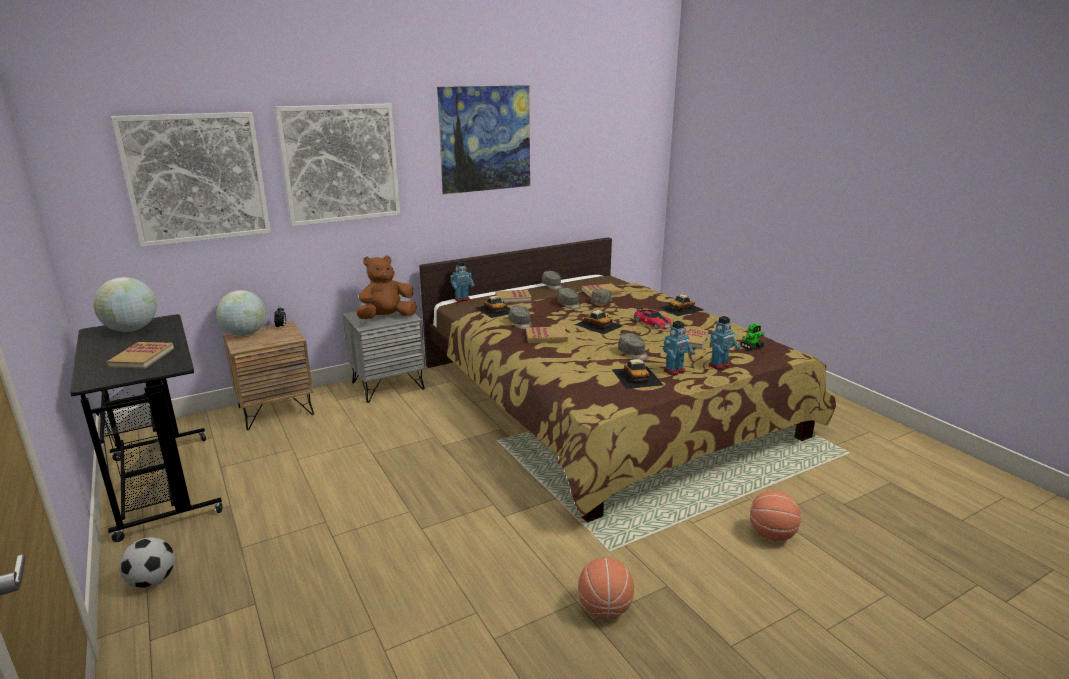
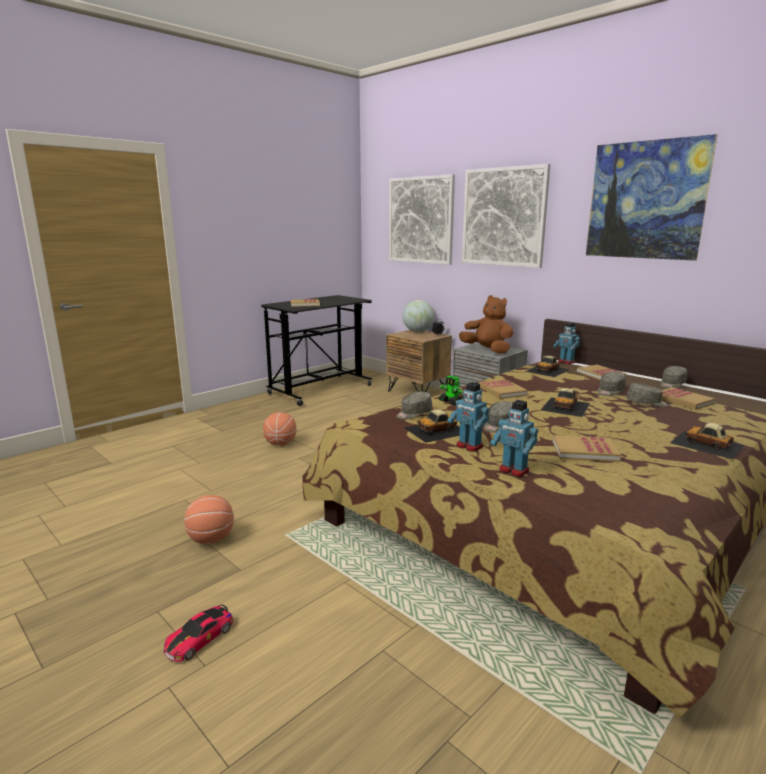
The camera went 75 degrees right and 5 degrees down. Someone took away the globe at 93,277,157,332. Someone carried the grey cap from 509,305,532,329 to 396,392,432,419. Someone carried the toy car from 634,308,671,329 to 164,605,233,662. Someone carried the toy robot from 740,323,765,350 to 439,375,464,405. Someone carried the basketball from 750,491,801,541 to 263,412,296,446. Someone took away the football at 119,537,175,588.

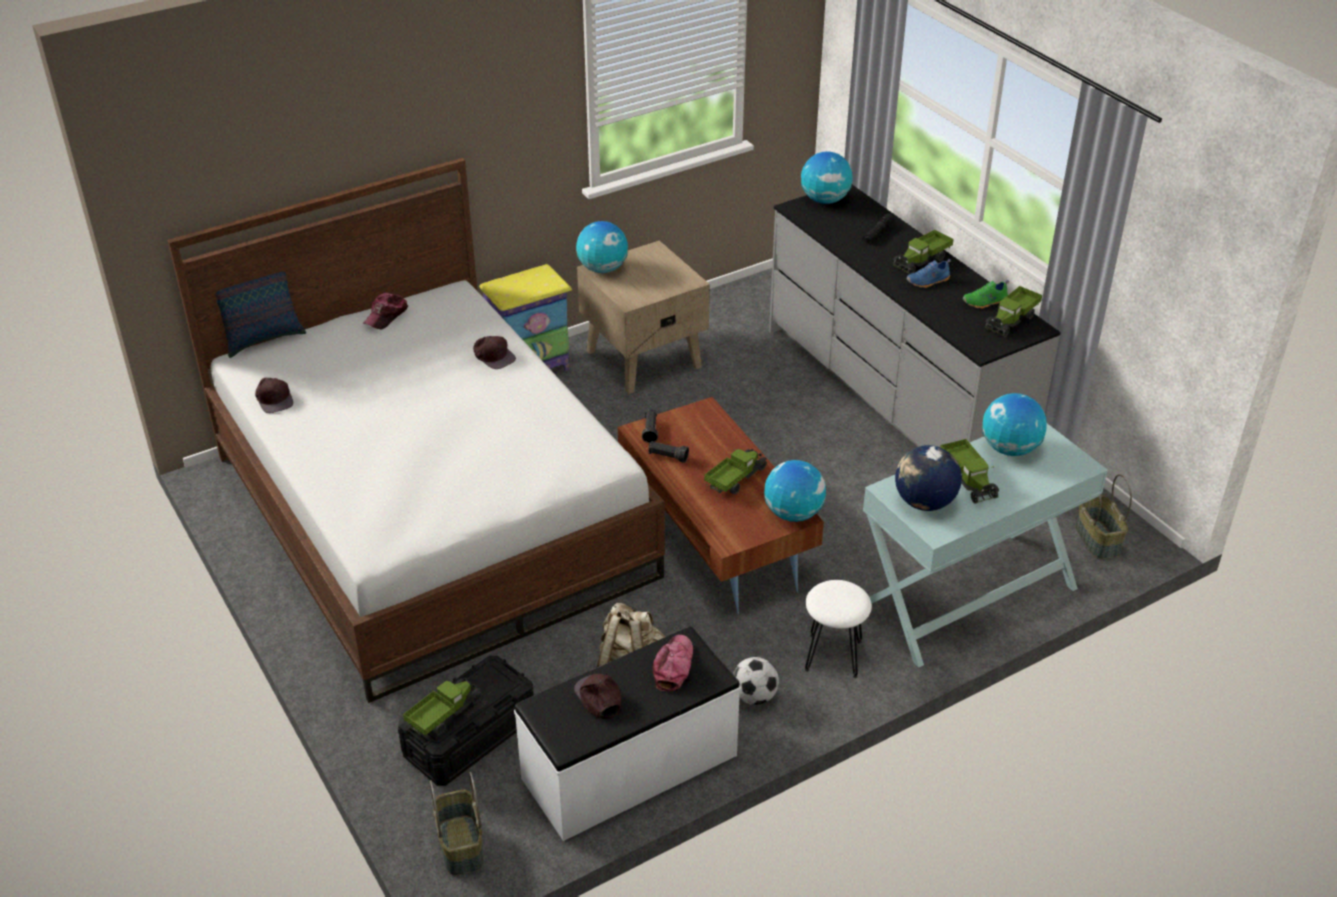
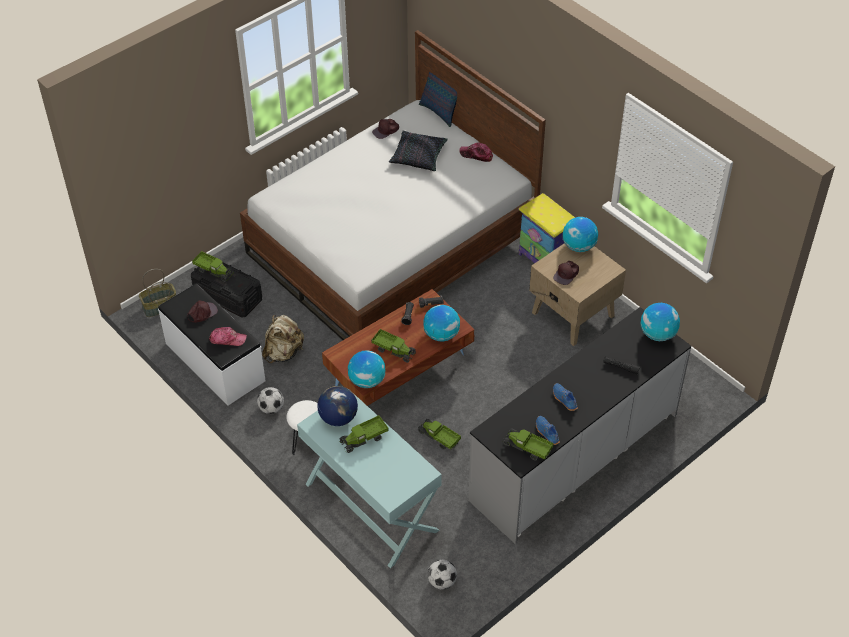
The camera went 80 degrees right and 10 degrees up. Someone carried the toy truck from 893,230,954,274 to 418,419,461,450. Someone repainted the green shoe at 963,280,1009,309, which became the blue shoe at 536,416,560,445. Someone carried the brown cap from 473,336,516,369 to 553,261,579,285. Someone carried the globe from 982,393,1047,456 to 423,305,460,341. Someone swapped the basket at 1075,474,1132,560 for the football at 427,560,457,590. Someone put down the black pillow at 389,131,448,171.

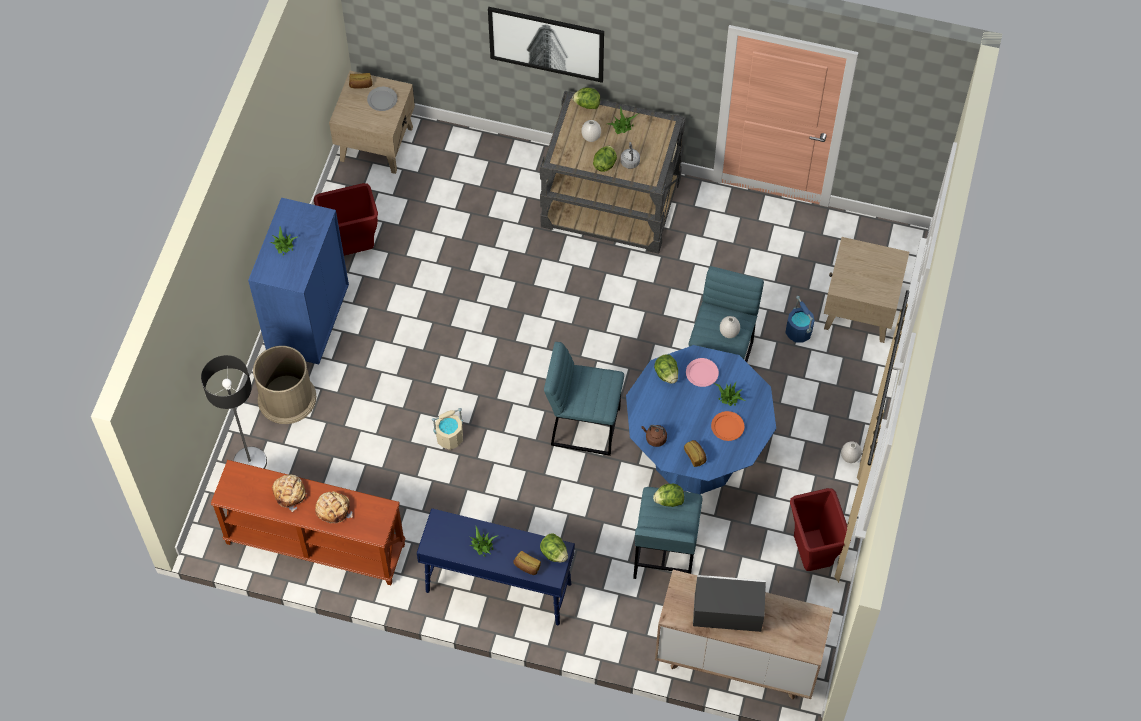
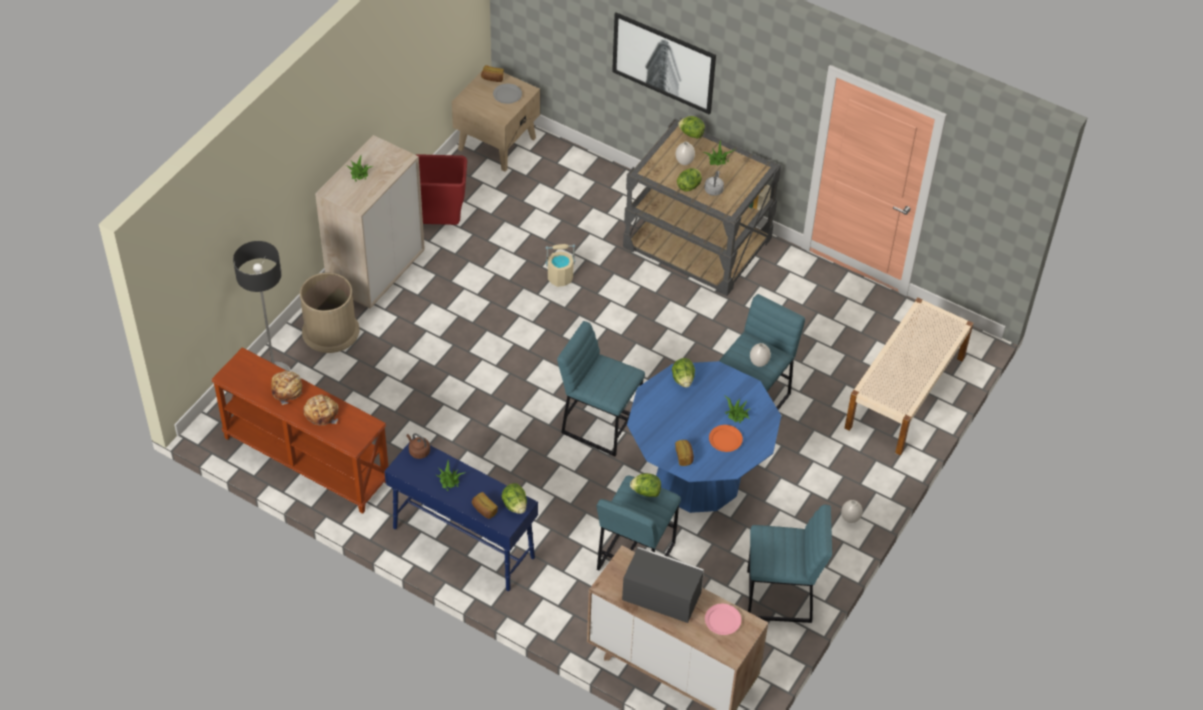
The camera went 15 degrees right and 10 degrees down. Someone repainted the blue cabinet at 248,198,349,364, which became the beige cabinet at 315,135,425,309. Someone swapped the beige nightstand at 824,237,909,343 for the beige bench at 844,298,973,456. Someone took away the blue bucket at 785,296,814,343. Someone carried the pink plate from 686,358,719,387 to 705,604,741,635. Someone carried the beige bucket from 432,408,463,450 to 546,244,576,287. Someone carried the brown kettle from 642,425,667,447 to 407,433,430,459. Someone swapped the red trash can at 790,488,851,571 for the blue stool at 747,504,832,623.

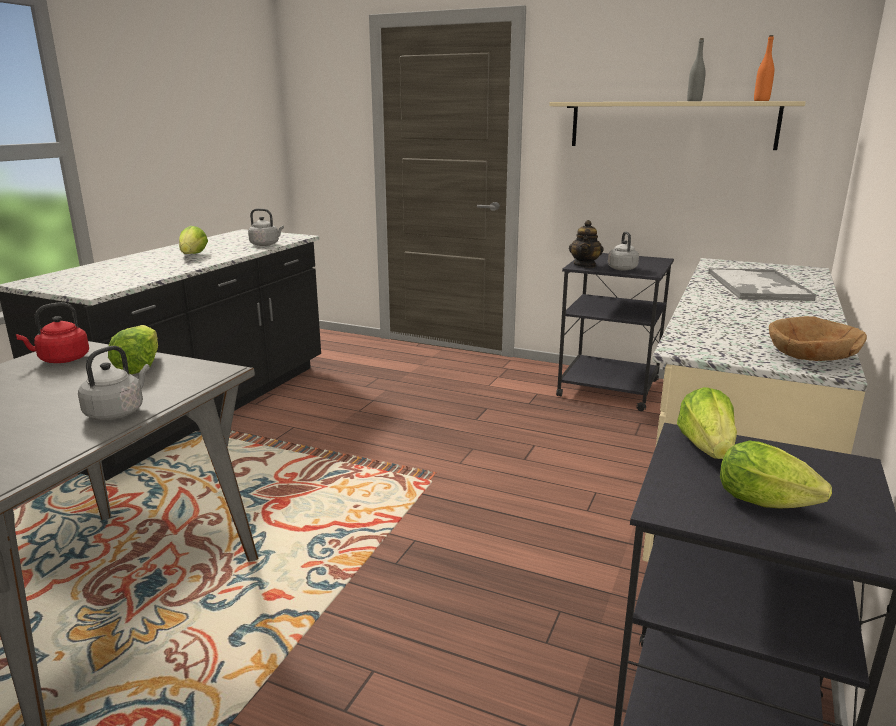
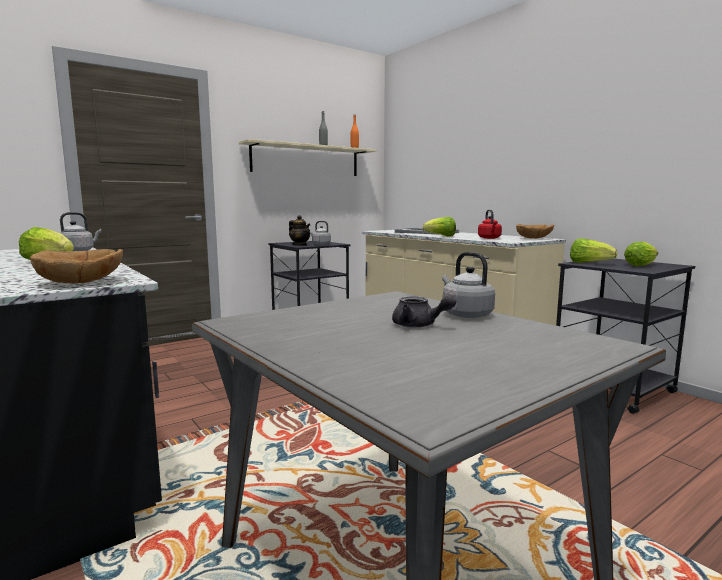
The camera went 60 degrees left and 10 degrees down. Someone carried the red kettle from 16,302,89,363 to 478,209,502,239. Someone carried the lettuce from 108,325,158,374 to 423,217,456,237. Someone put down the brown bowl at 30,249,123,284. Someone put down the grey teapot at 392,295,456,328.

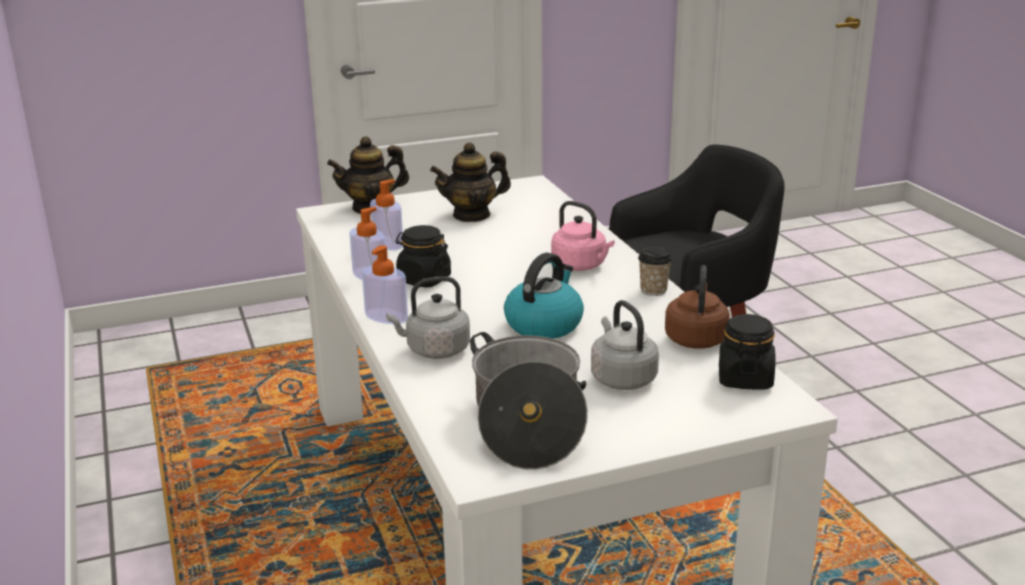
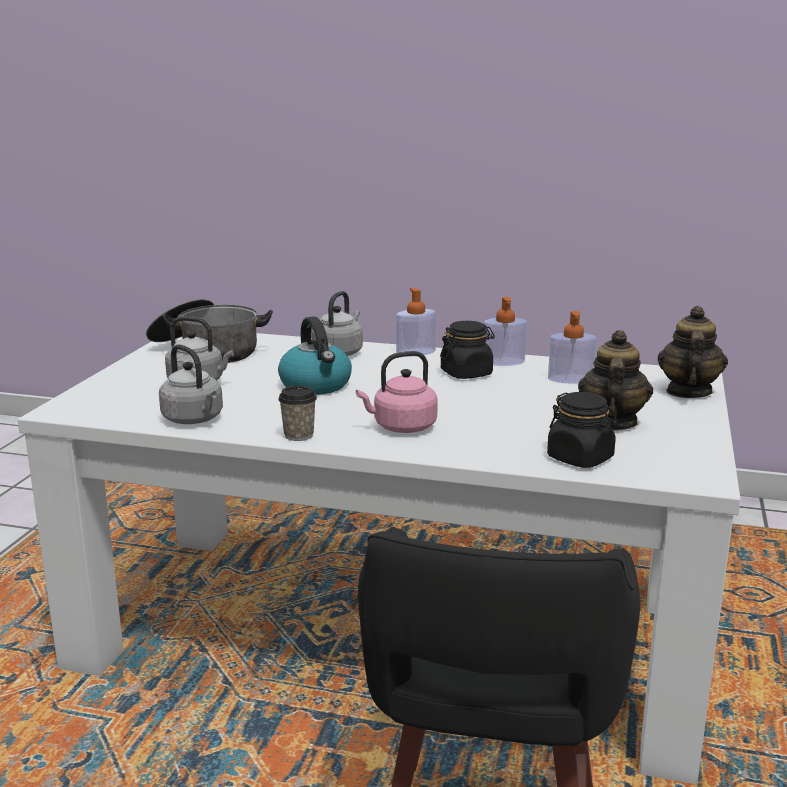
The camera went 125 degrees right and 5 degrees down. Someone repainted the brown kettle at 665,265,730,349, which became the grey kettle at 159,344,223,424. Someone carried the black jar from 719,314,776,390 to 547,392,618,468.

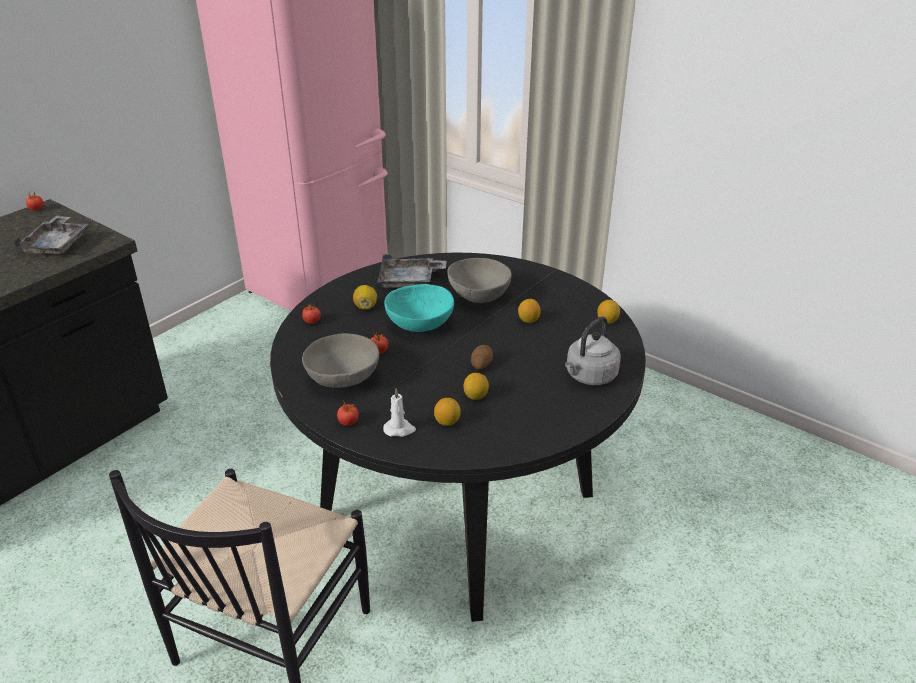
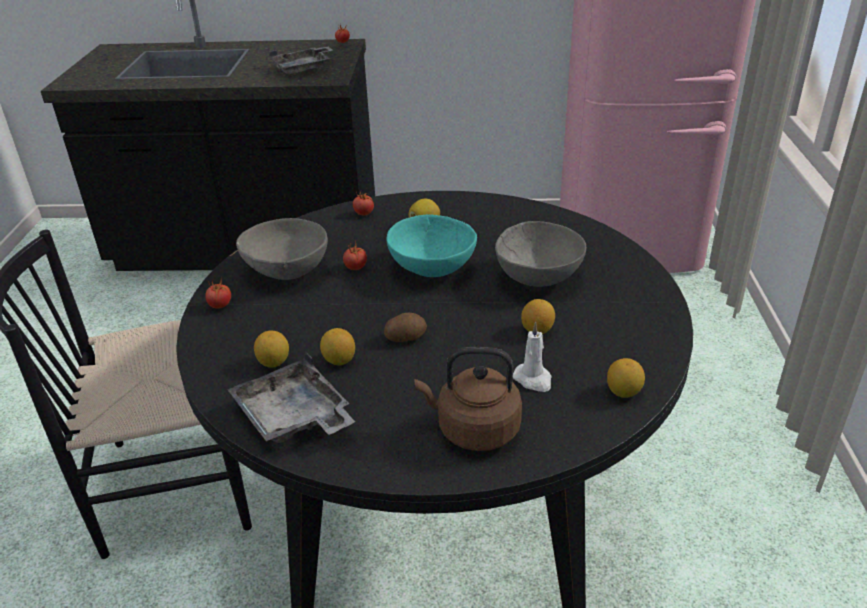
The camera went 55 degrees right and 0 degrees up. Someone carried the grey tray from 377,254,446,288 to 227,352,355,443. Someone repainted the grey kettle at 565,316,621,385, which became the brown kettle at 415,347,522,451. Someone carried the white candle from 383,388,416,437 to 513,322,552,392.

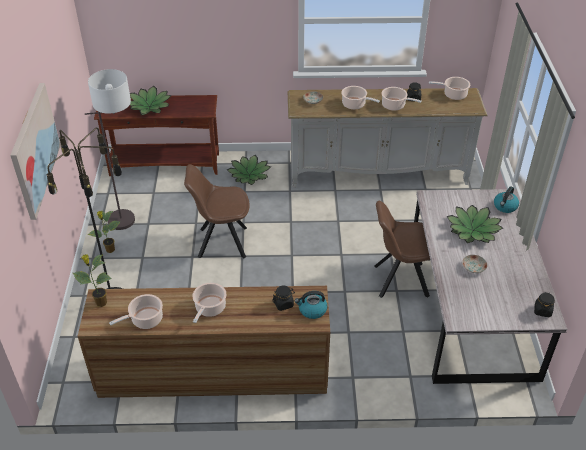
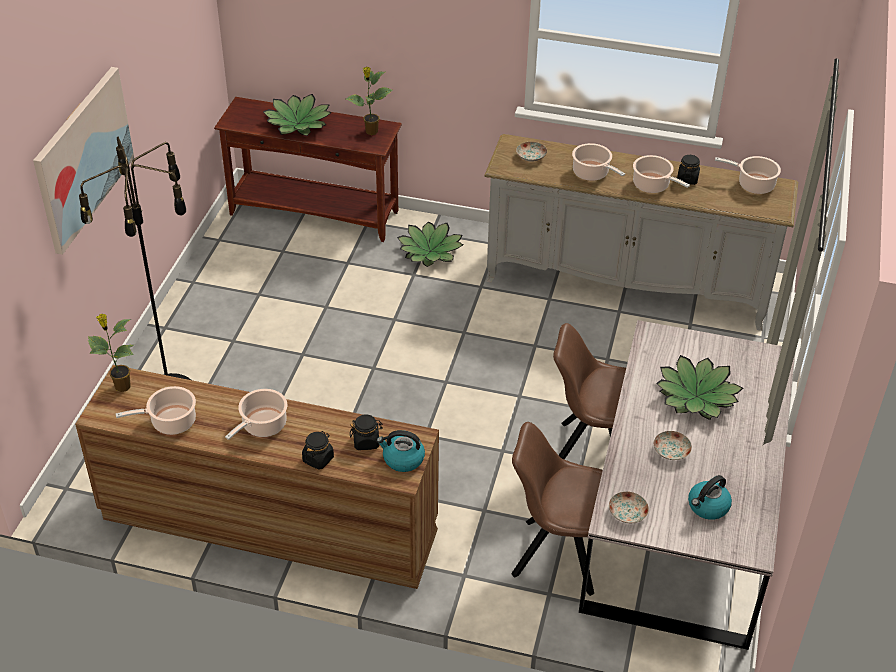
The camera went 15 degrees right and 0 degrees up. Someone took away the white floor lamp at 85,69,135,230. Someone carried the brown chair from 184,164,250,258 to 511,422,603,596. Someone carried the kettle from 494,186,519,213 to 688,475,732,520. Someone carried the potted plant from 88,211,121,253 to 346,67,393,135. Someone carried the black jar from 534,292,555,317 to 302,431,334,469. Someone put down the plate at 609,491,649,523.

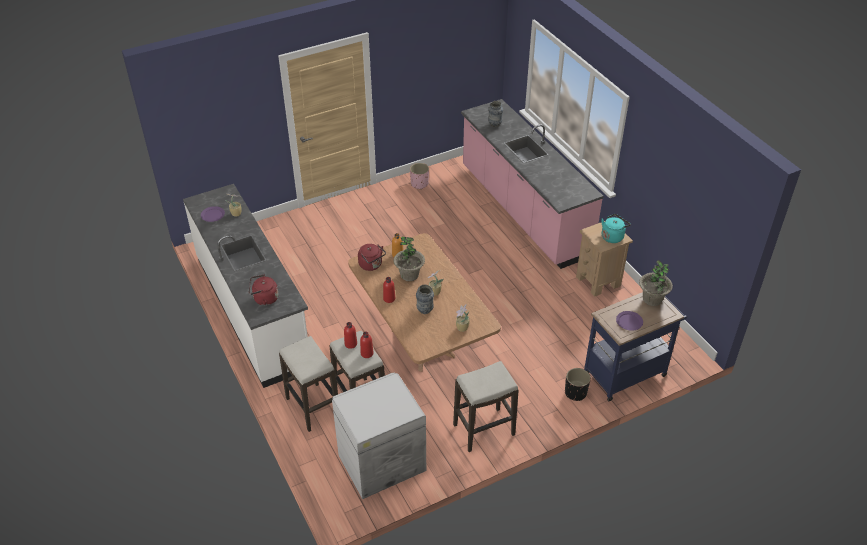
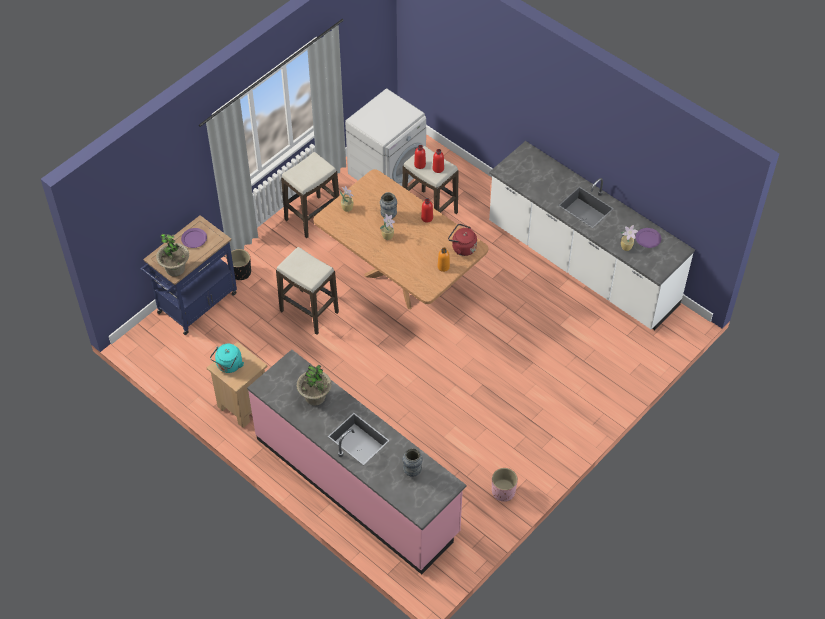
The camera went 160 degrees right and 10 degrees up. Someone carried the potted plant from 393,237,425,281 to 296,365,332,405. Someone took away the red kettle at 249,274,278,306. Someone carried the stool from 279,336,338,432 to 276,247,339,335.

